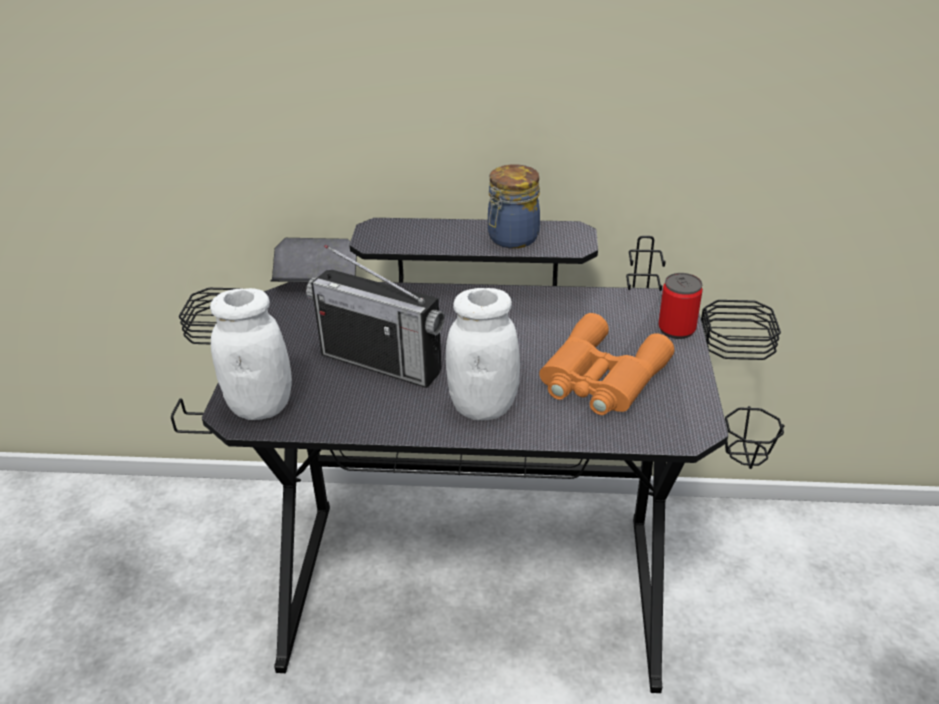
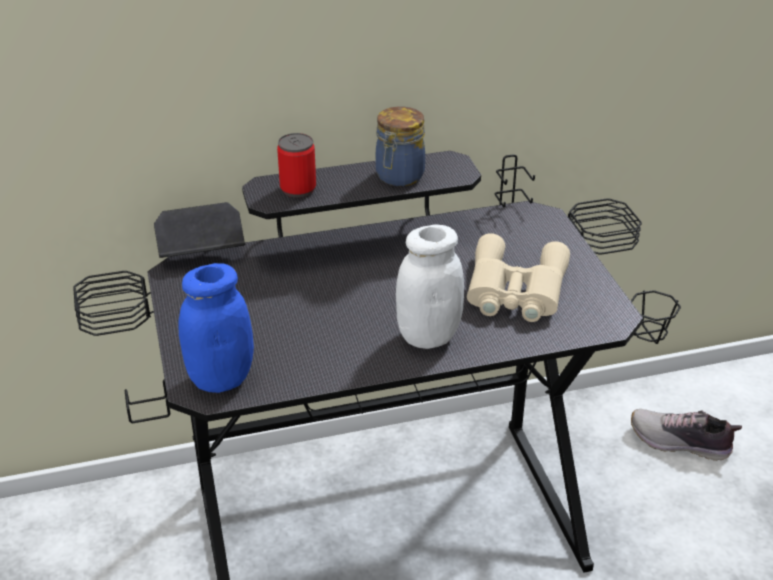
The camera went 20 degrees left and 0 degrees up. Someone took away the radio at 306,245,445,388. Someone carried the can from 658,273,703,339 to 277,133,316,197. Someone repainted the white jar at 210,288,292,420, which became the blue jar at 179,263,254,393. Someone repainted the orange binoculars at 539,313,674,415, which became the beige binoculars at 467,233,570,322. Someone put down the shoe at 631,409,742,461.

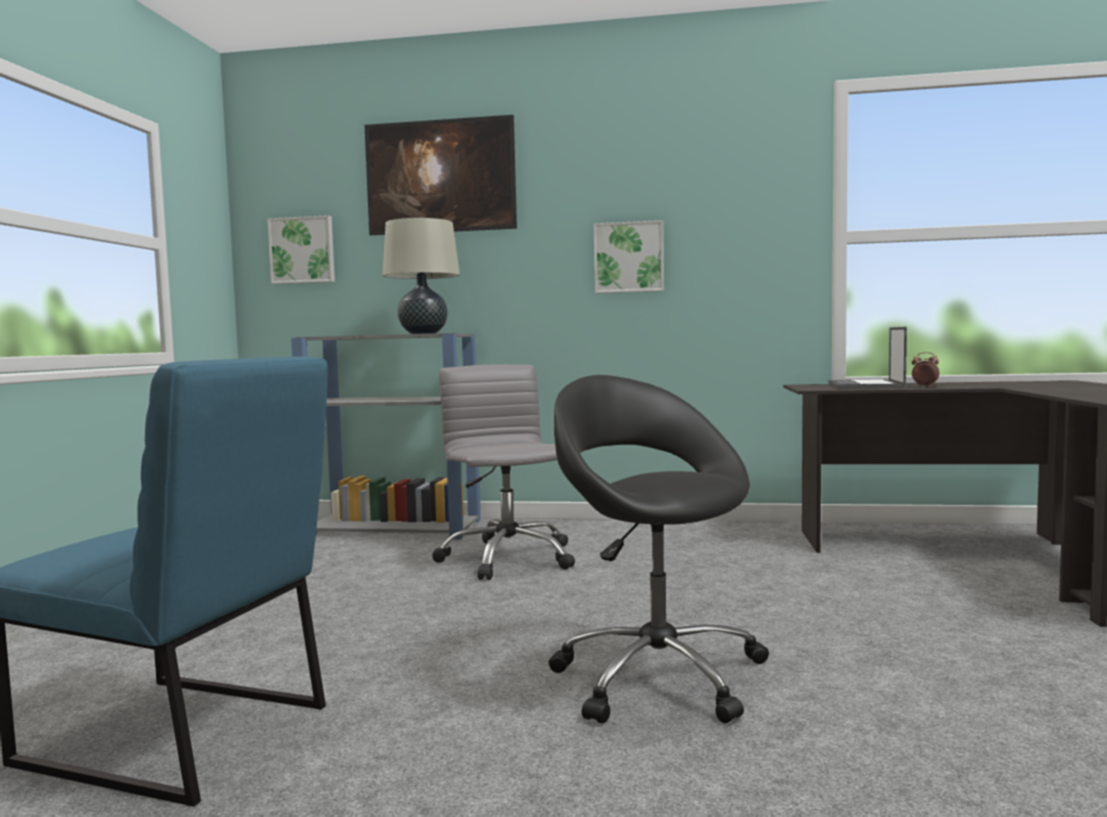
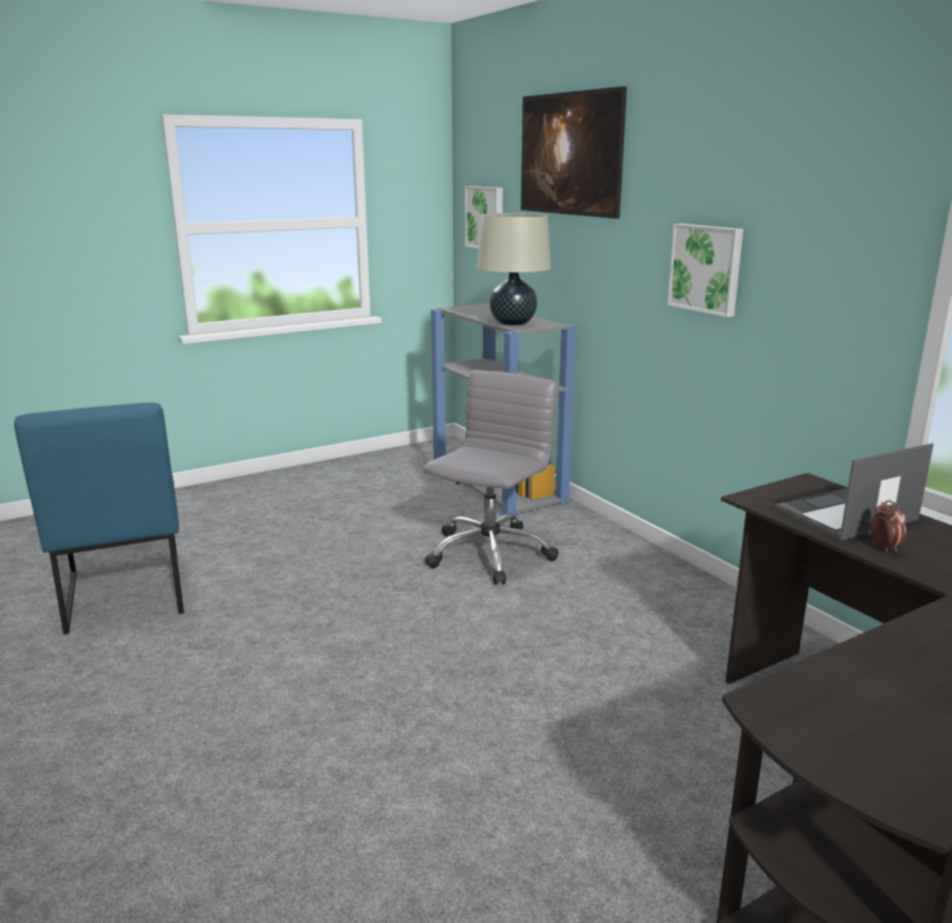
The camera went 50 degrees right and 15 degrees up. Someone took away the black office chair at 548,375,769,723.

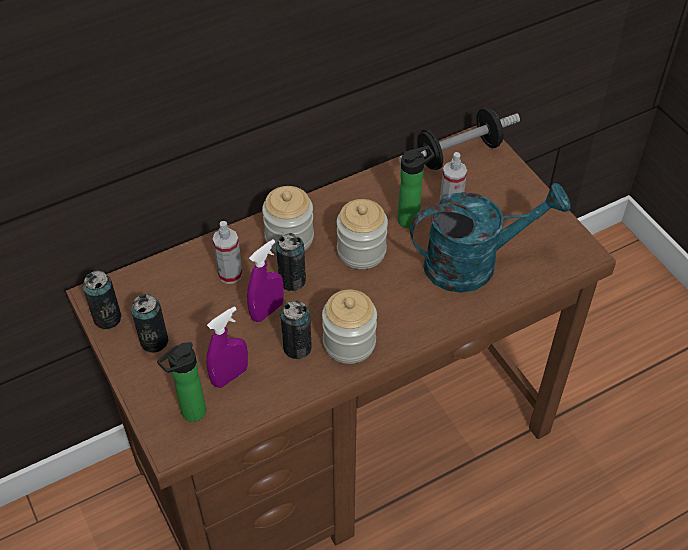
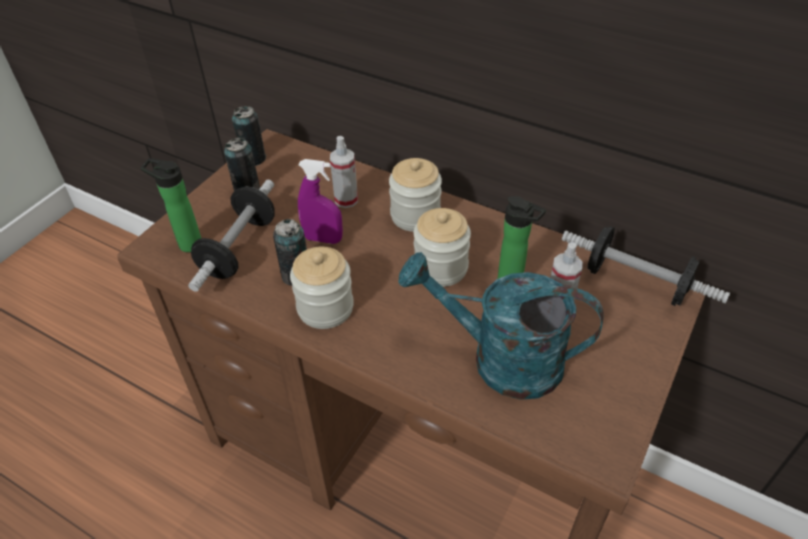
The camera went 60 degrees right and 5 degrees down. Someone rotated the turquoise watering can at 410,183,571,293 by 150 degrees clockwise. Someone took away the can at 276,233,306,291. Someone swapped the purple spray bottle at 206,306,248,388 for the dumbbell at 188,180,274,292.

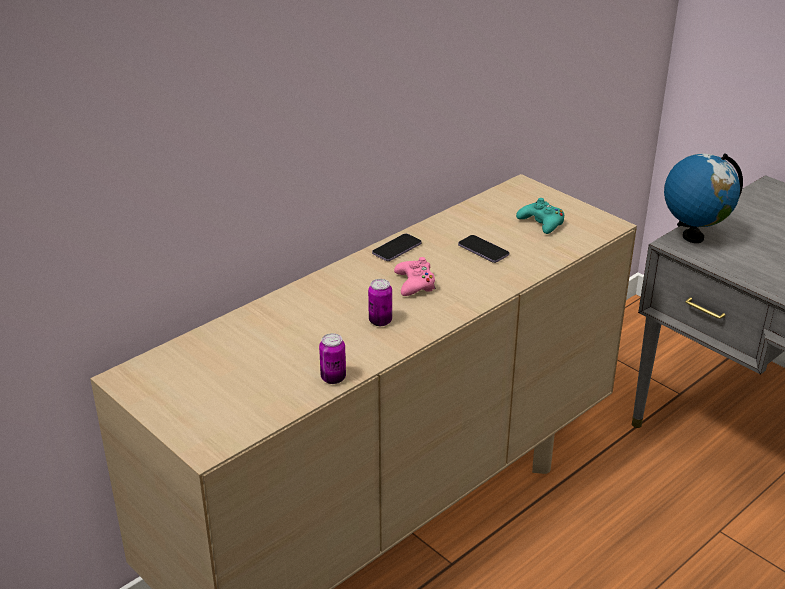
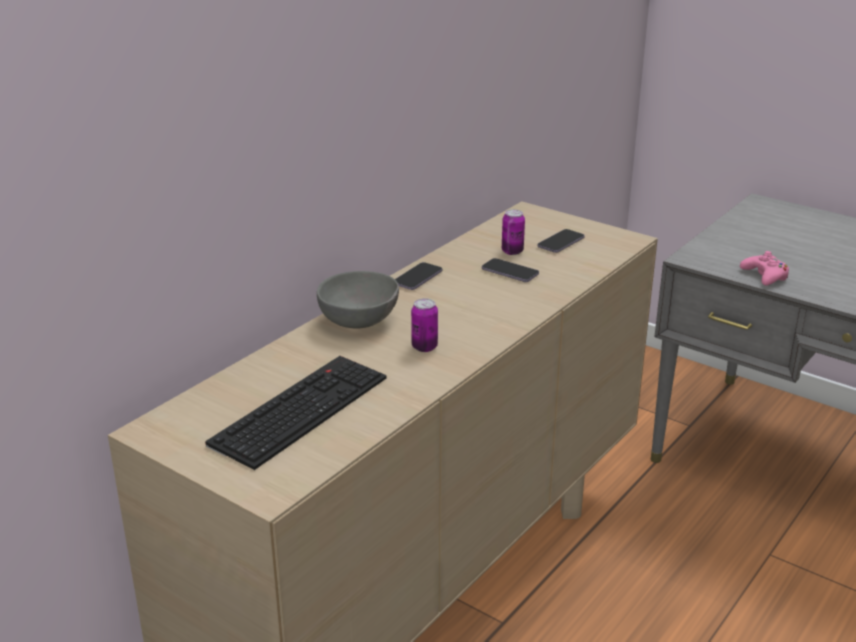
The camera went 10 degrees left and 5 degrees down. Someone took away the globe at 664,153,743,243. Someone swapped the turquoise game controller at 516,198,564,234 for the phone at 538,229,585,253. Someone carried the pink game controller from 394,257,436,296 to 740,251,789,285. Someone carried the can from 319,333,346,384 to 502,209,525,255. Someone put down the grey bowl at 317,271,399,329. Someone put down the keyboard at 205,356,387,470.

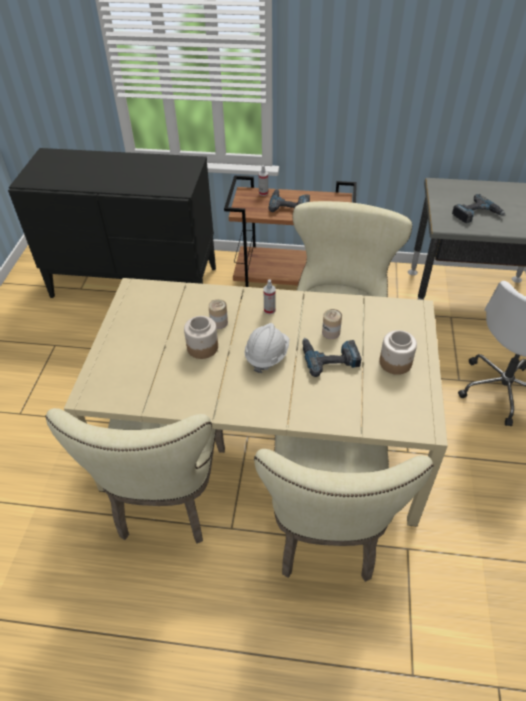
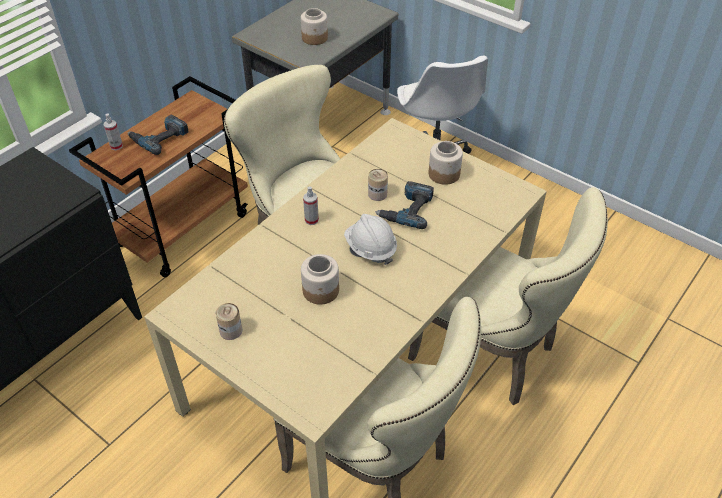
The camera went 60 degrees left and 0 degrees up. Someone swapped the power drill at 452,194,505,223 for the jar at 301,8,328,45. Someone carried the can from 208,299,228,329 to 216,303,242,340.

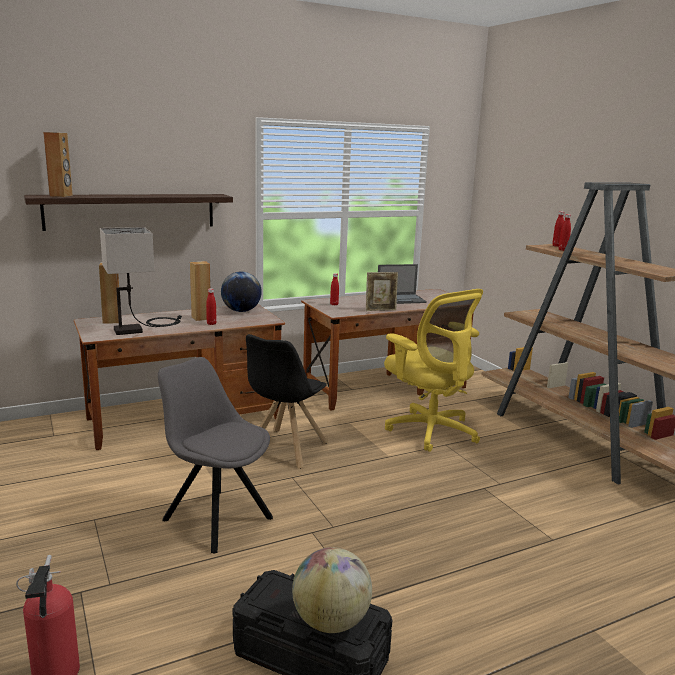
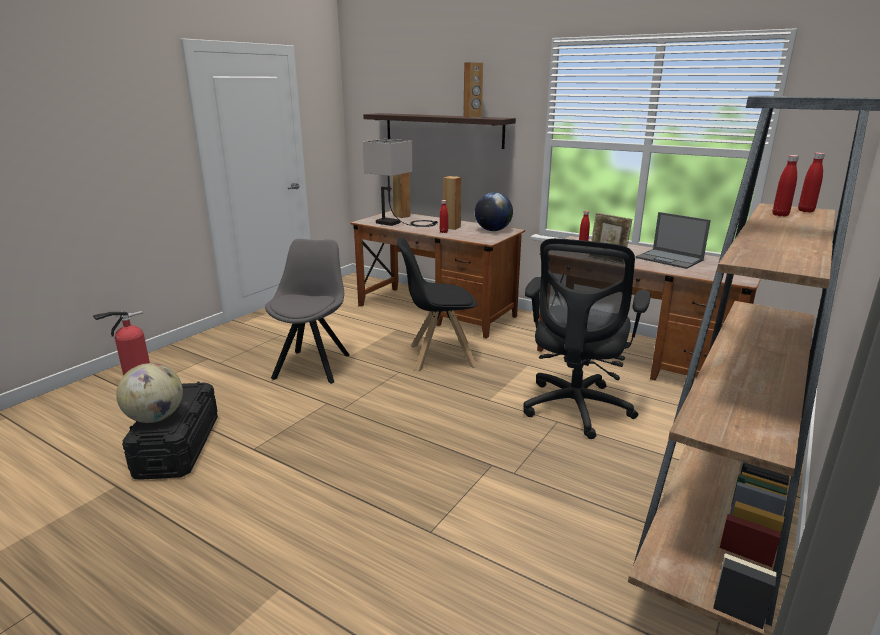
The camera went 60 degrees right and 5 degrees up. Someone carried the brown speaker from 43,132,73,197 to 463,62,483,118. Someone repainted the yellow office chair at 384,289,483,452, which became the black office chair at 523,238,651,439.

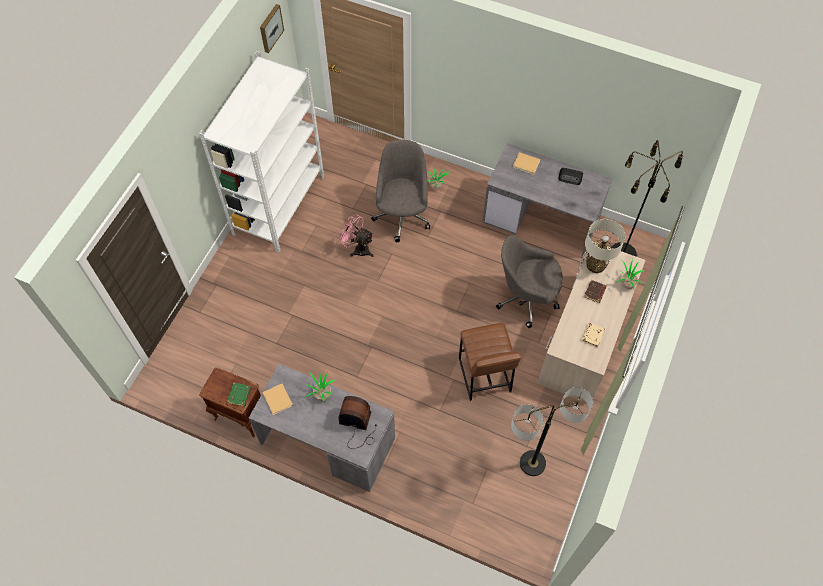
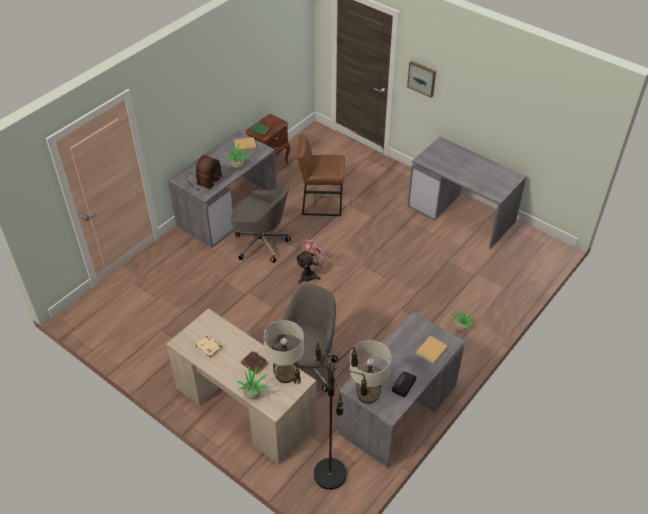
The camera went 105 degrees right and 15 degrees down. Someone carried the picture from 260,4,284,53 to 407,61,436,98. Someone swapped the white bookcase at 199,51,324,253 for the grey desk at 407,136,527,249. Someone carried the grey office chair from 371,140,430,242 to 231,181,291,263. Someone carried the pink fan from 340,214,374,257 to 295,237,330,284. Someone carried the brown chair from 459,323,521,401 to 297,134,345,216. Someone took away the floor lamp at 511,387,593,476. Someone put down the table lamp at 350,340,391,404.

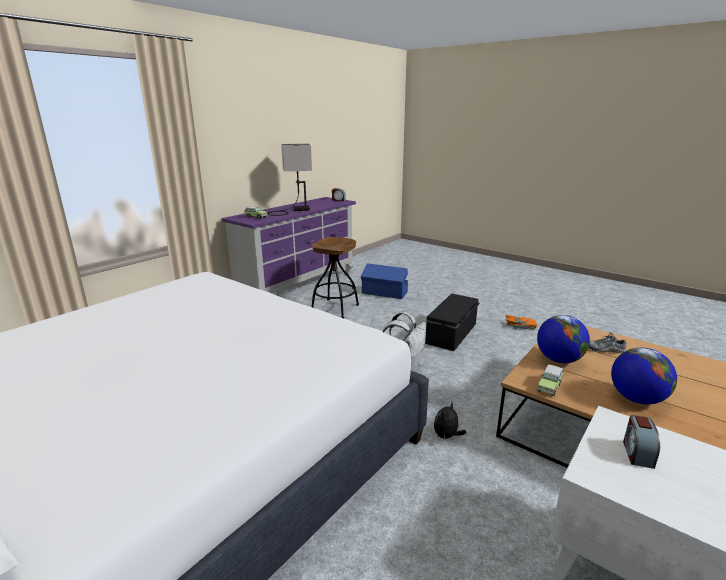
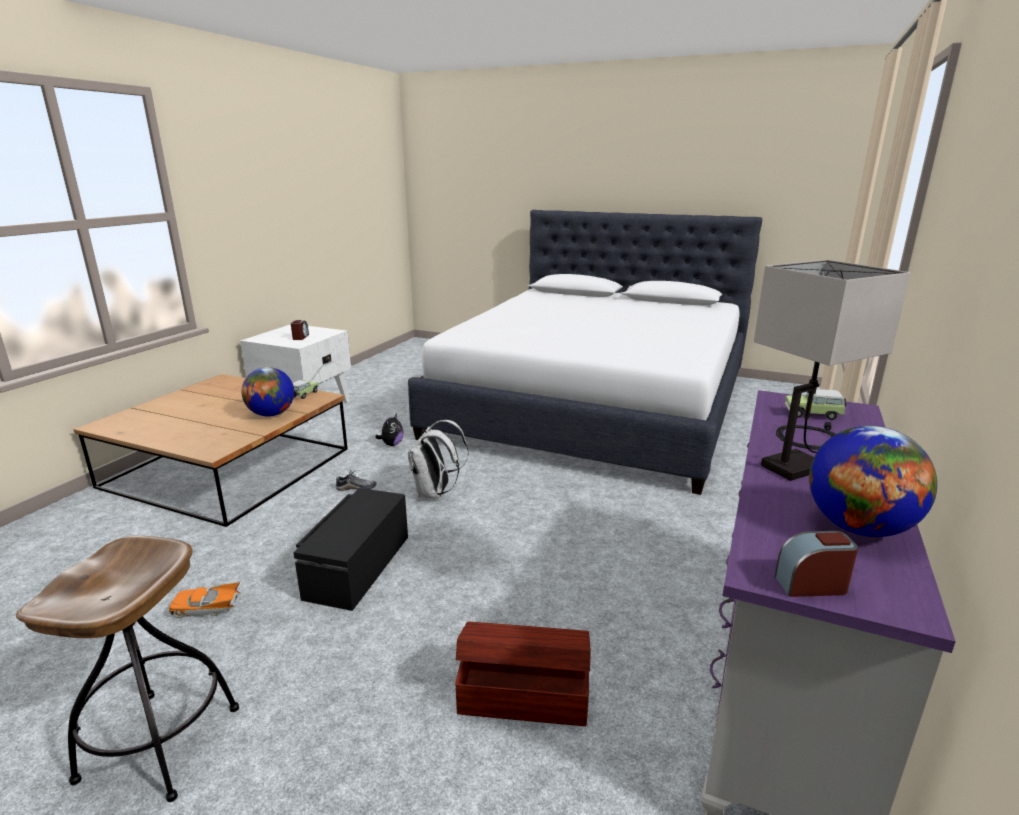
The camera went 165 degrees right and 0 degrees up. Someone carried the brown stool from 311,237,359,318 to 16,536,239,802. Someone repainted the blue storage box at 361,263,408,299, which became the brown storage box at 455,621,591,726. Someone carried the shoe from 589,332,626,353 to 336,470,377,491. Someone carried the globe from 611,348,677,404 to 809,426,937,537.

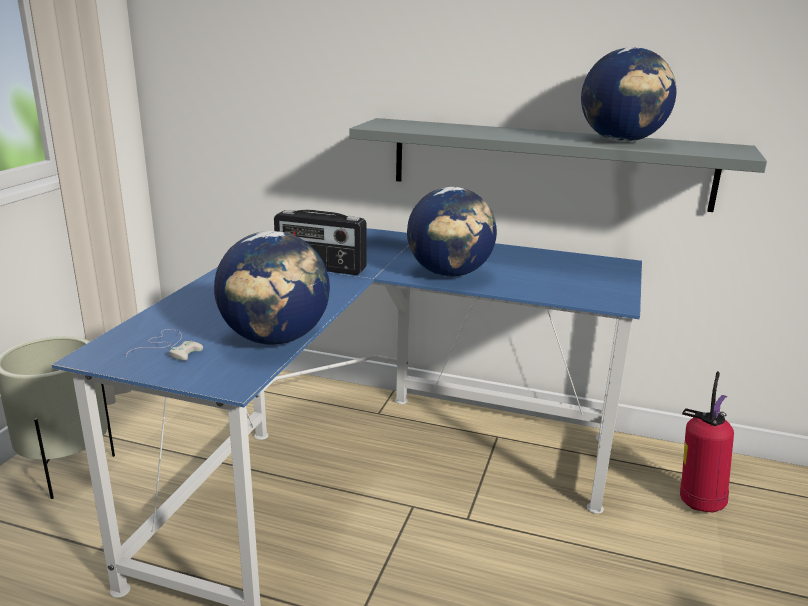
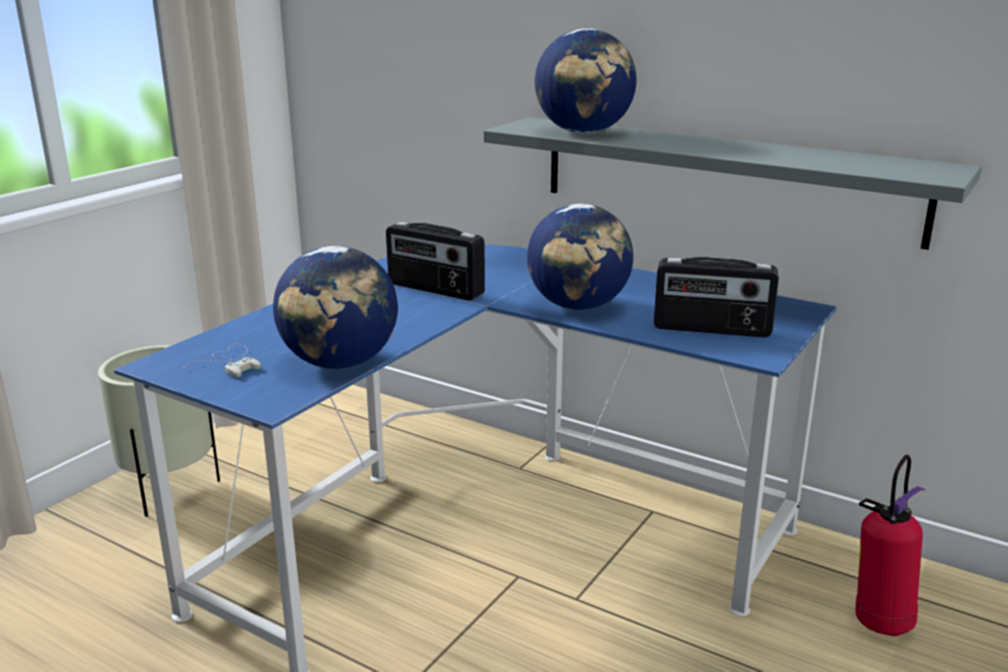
The camera went 15 degrees right and 0 degrees up. Someone carried the globe from 581,47,676,142 to 535,28,636,134. Someone put down the radio at 654,257,779,337.

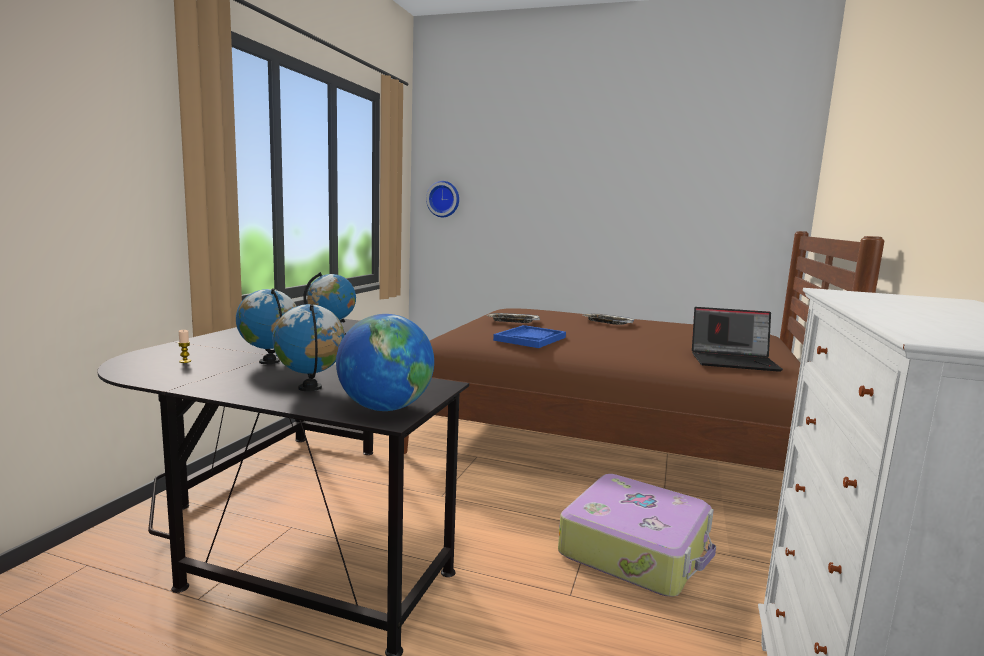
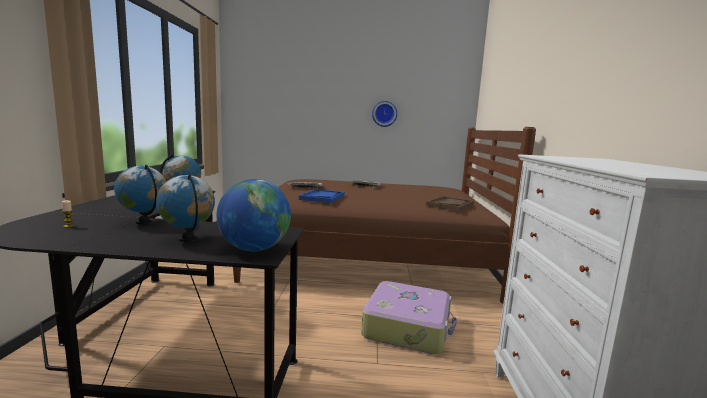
The camera went 15 degrees left and 0 degrees up. Someone carried the wall clock from 426,181,459,217 to 372,101,397,127. Someone swapped the laptop at 692,307,783,372 for the brown tray at 426,196,474,211.

